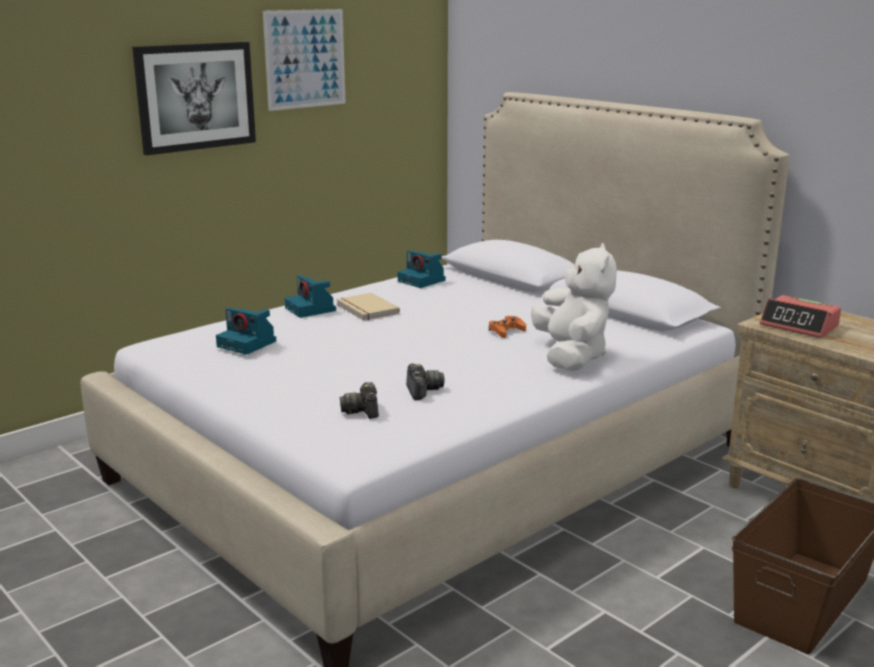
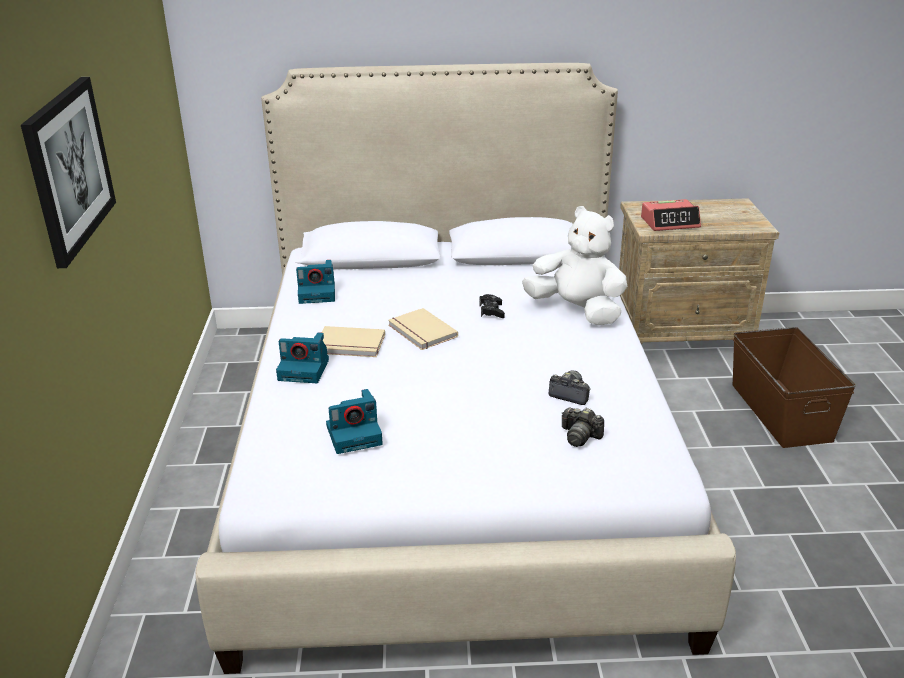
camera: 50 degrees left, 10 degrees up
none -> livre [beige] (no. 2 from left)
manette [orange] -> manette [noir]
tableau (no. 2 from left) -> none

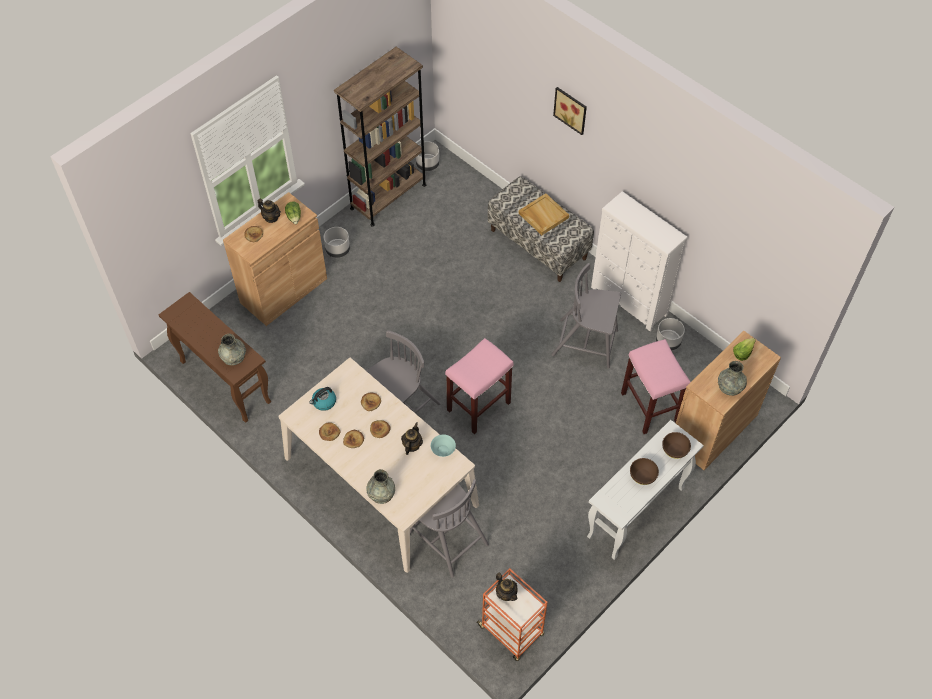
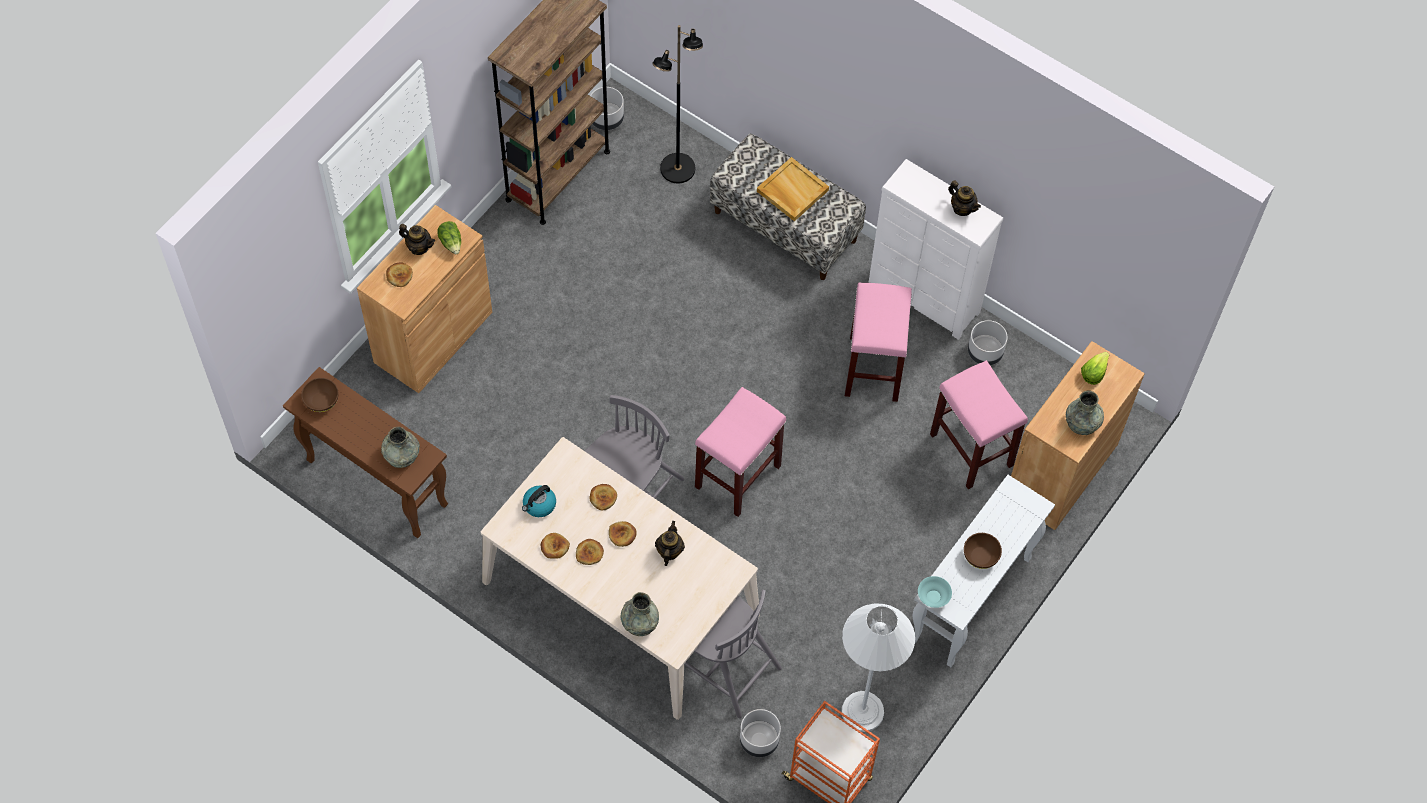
camera: 10 degrees left, 5 degrees up
bol [marron] (no. 2 from left in the first image) -> bol [marron] (no. 1 from left), relocated
none -> lampadaire [noir]
cache-pot [gris] (no. 1 from left in the first image) -> cache-pot [gris] (no. 2 from left), relocated
none -> lampadaire [blanc]
chaise [gris] (no. 3 from left) -> tabouret [rose] (no. 2 from left)
bol [turquoise], relocated
théière (no. 3 from left), relocated
tableau -> none

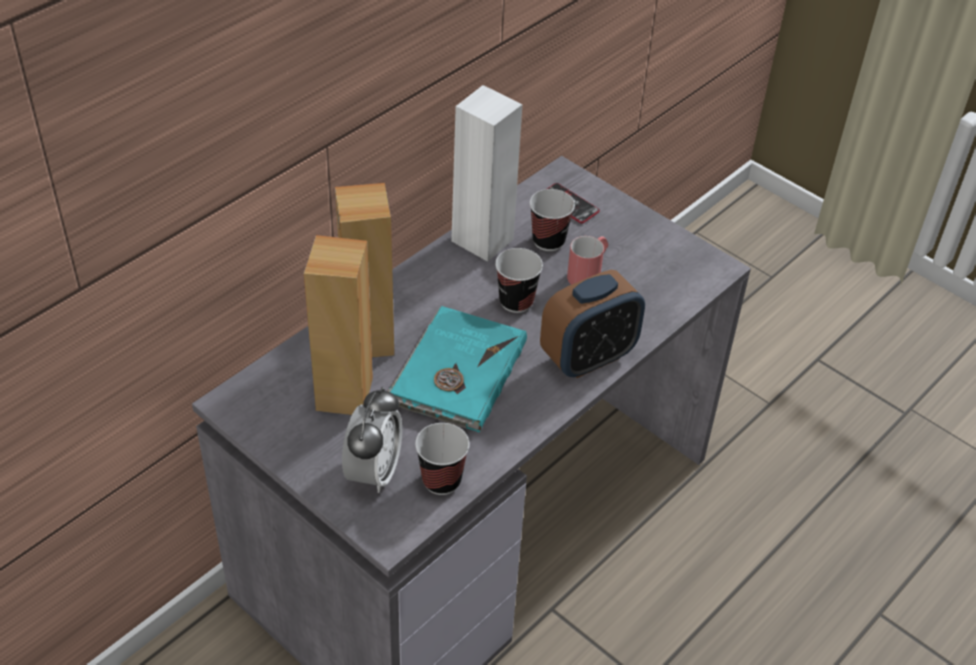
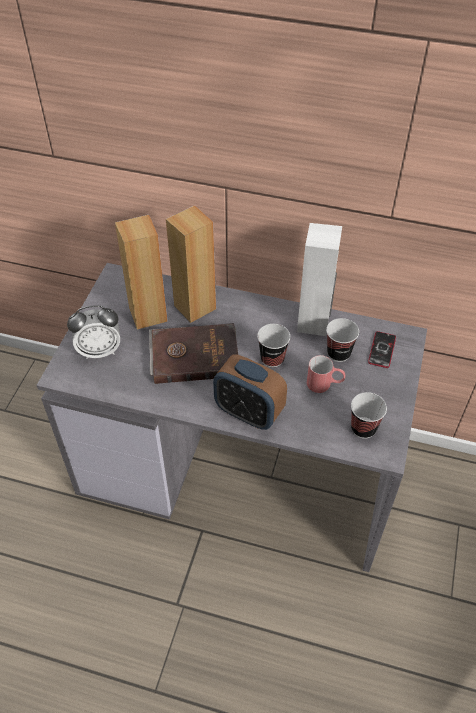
camera: 65 degrees right, 5 degrees up
livre [turquoise] -> livre [marron]
tasse (no. 1 from left in the first image) -> tasse (no. 3 from left), relocated

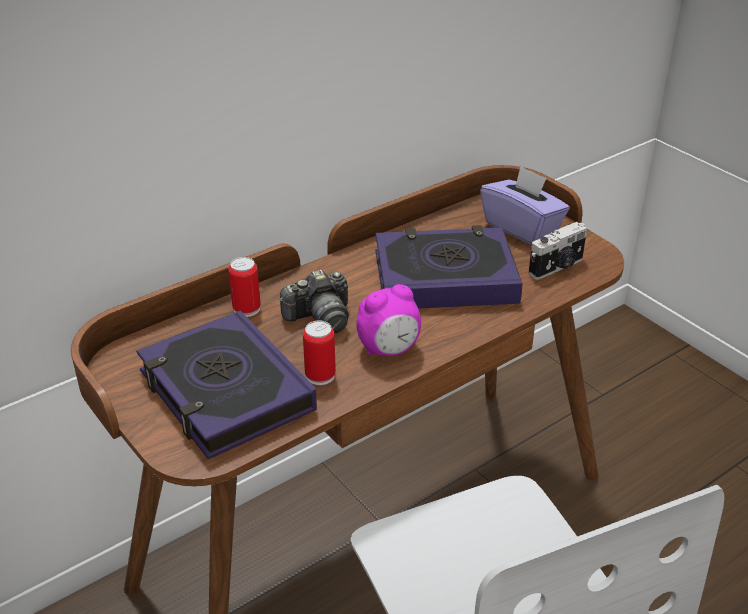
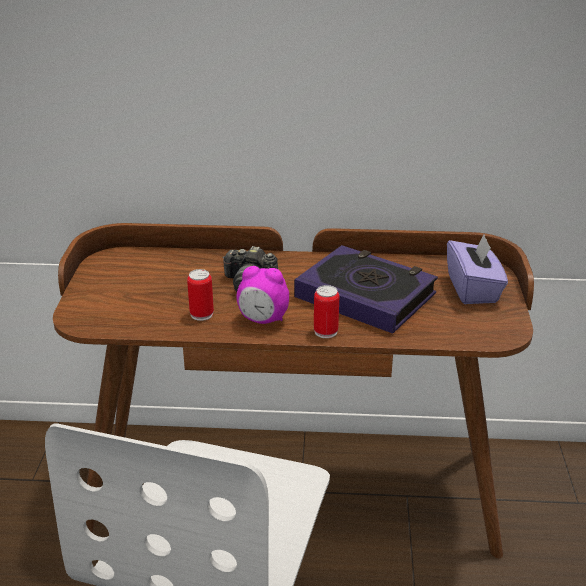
camera: 40 degrees right, 5 degrees down
boîte métallique (no. 1 from left in the first image) -> boîte métallique (no. 2 from left), relocated
livre (no. 1 from left) -> none
appareil photo (no. 2 from left) -> none

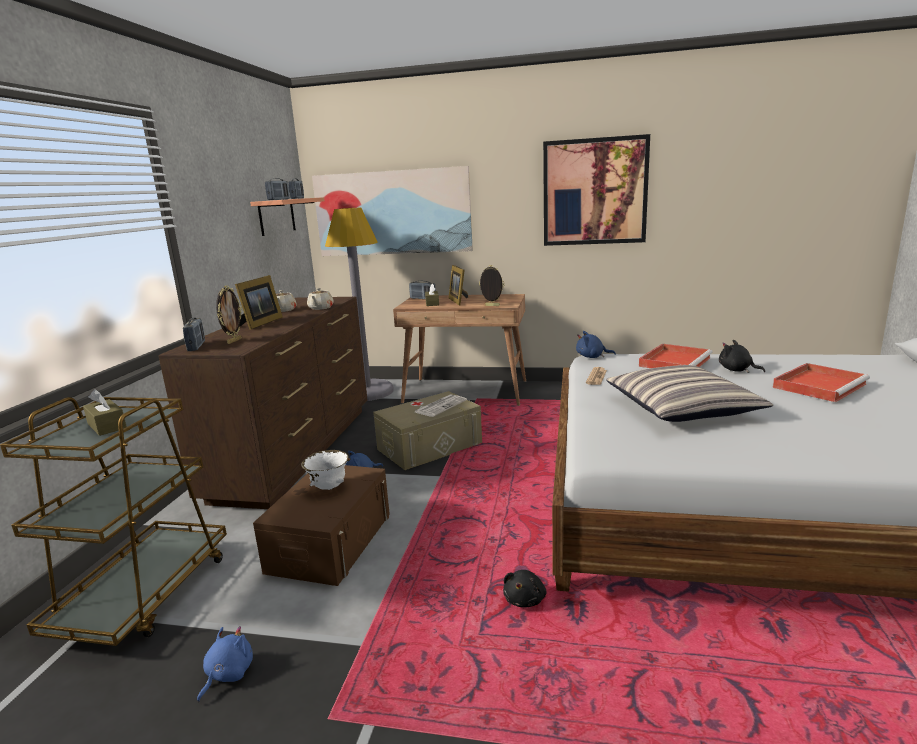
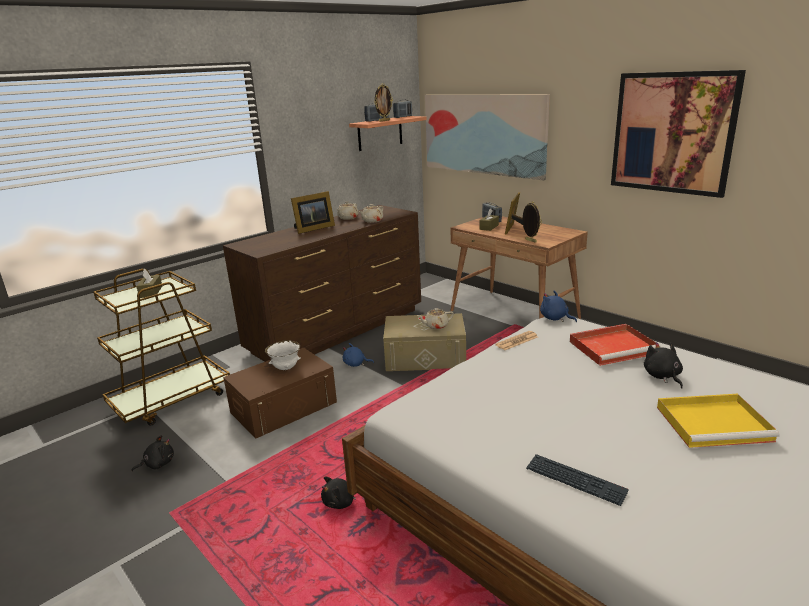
camera: 35 degrees right, 5 degrees up
peluche [bleu] (no. 1 from left) -> peluche [noir] (no. 1 from left)
cadre photo (no. 1 from left in the first image) -> cadre photo (no. 2 from left), relocated
journal (no. 1 from left) -> théière [beige] (no. 3 from left)
none -> clavier
plateau [rouge] (no. 2 from left) -> plateau [jaune]
radio (no. 1 from left) -> none
lampadaire [gris] -> none
coussin -> none

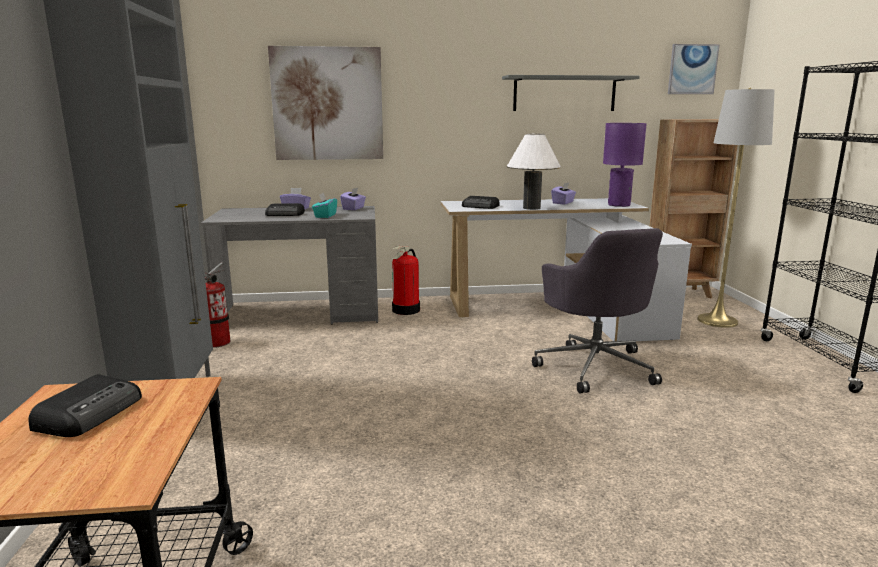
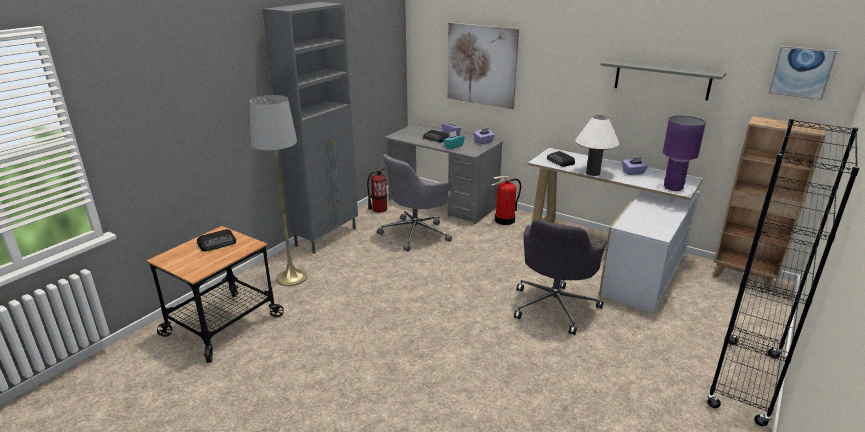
camera: 40 degrees right, 10 degrees up
lampadaire [gris], relocated
none -> chaise de bureau [gris] (no. 1 from left)

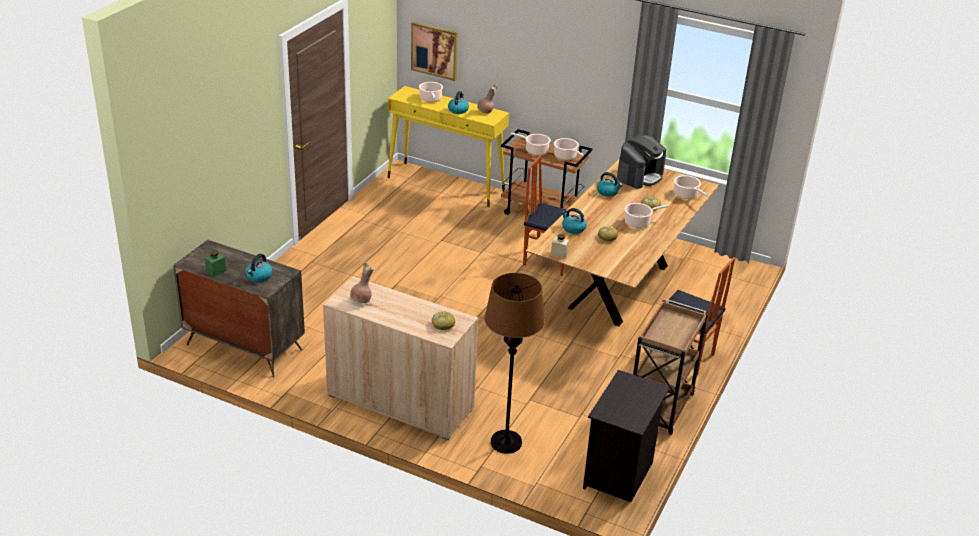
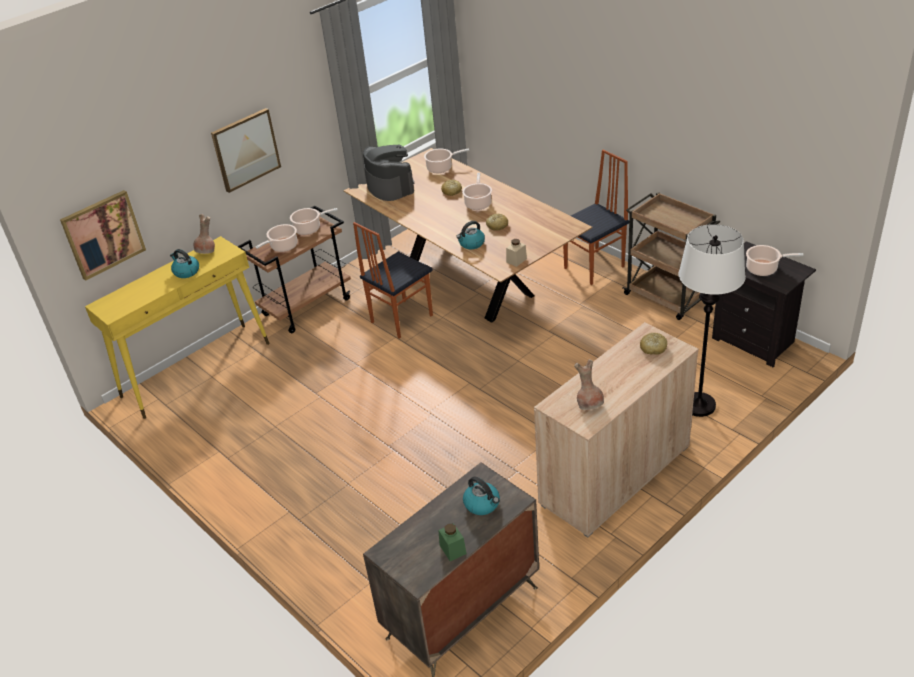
camera: 65 degrees left, 5 degrees up
none -> tableau (no. 2 from left)
lampadaire [marron] -> lampadaire [blanc]
marmite (no. 1 from left in the first image) -> marmite (no. 5 from left), relocated
bouilloire (no. 4 from left) -> none

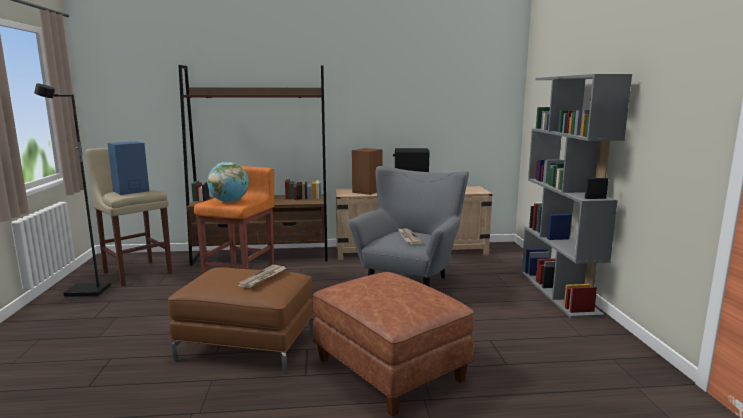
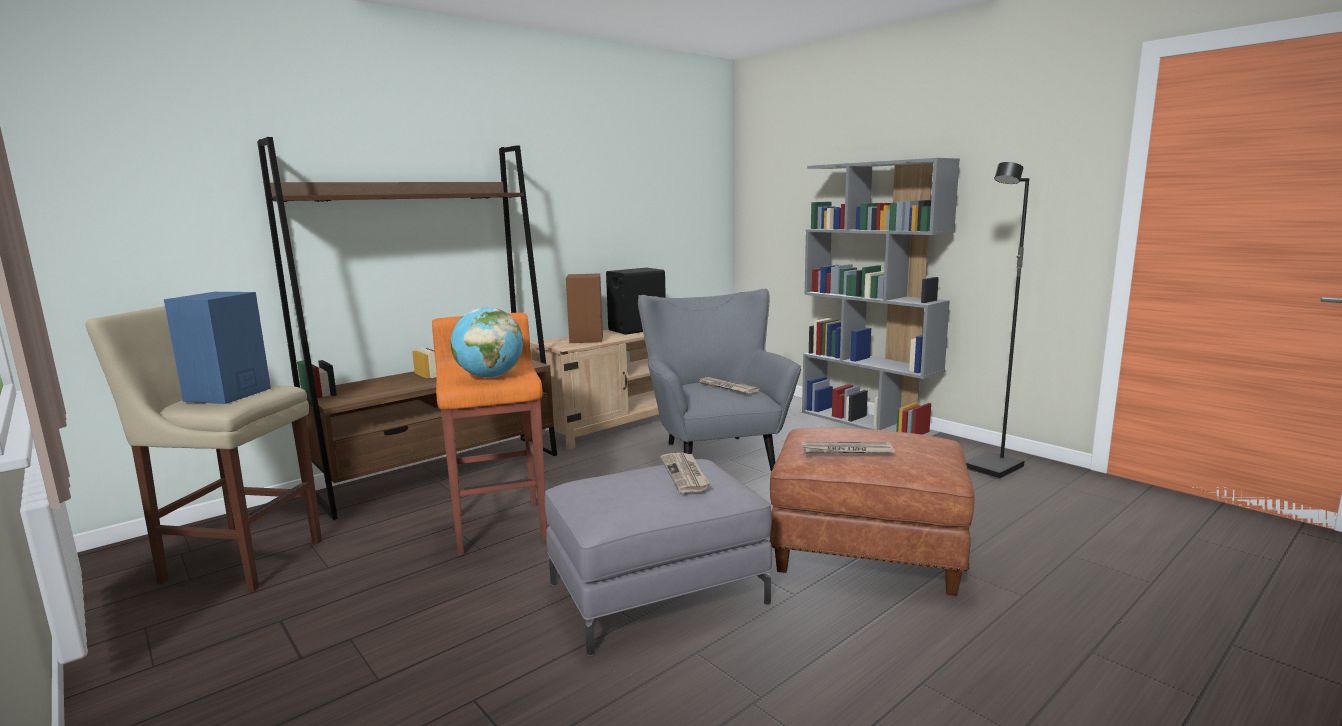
camera: 35 degrees left, 0 degrees up
pouf [marron] (no. 1 from left) -> pouf [gris]
none -> journal (no. 3 from left)
lampadaire [noir], relocated

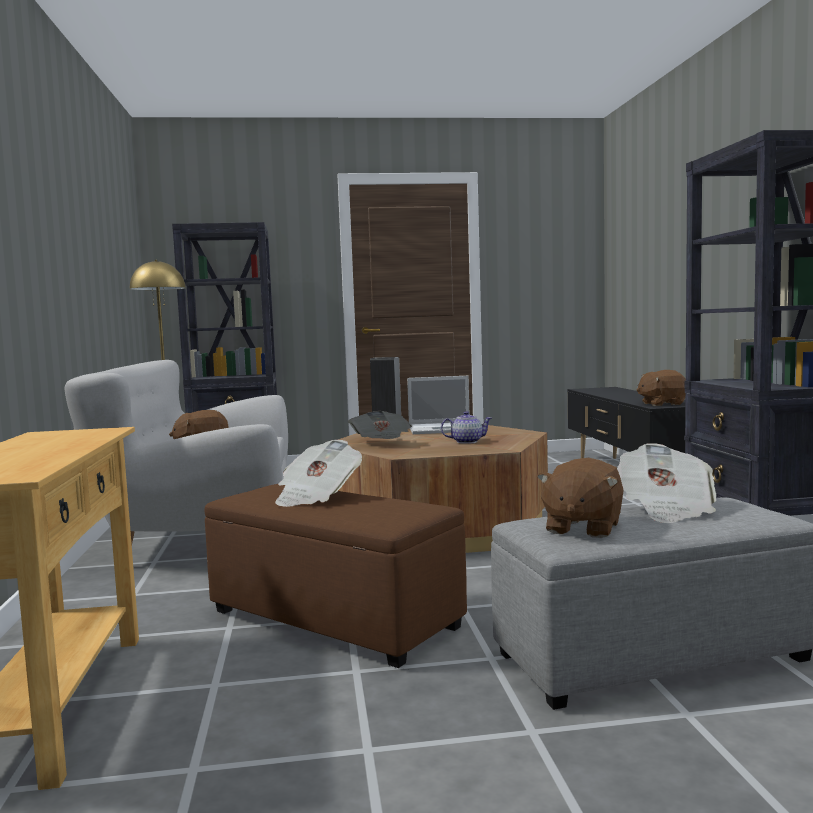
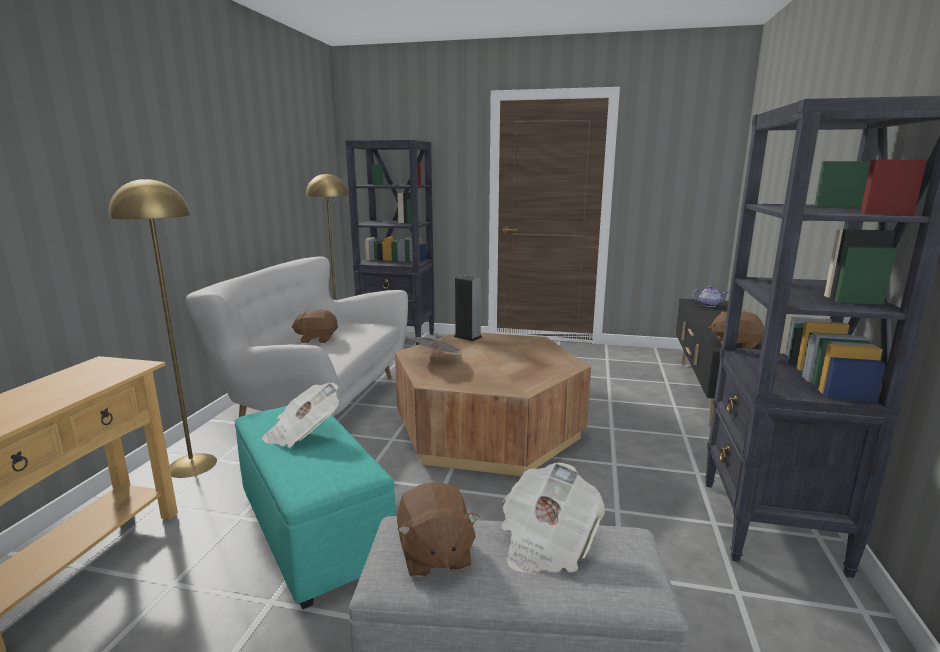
camera: 20 degrees right, 10 degrees up
none -> lampadaire [jaune] (no. 1 from left)
pouf [marron] -> pouf [turquoise]
peluche [marron] (no. 2 from left), 60 degrees counterclockwise
théière, relocated
ordinateur portable -> none

